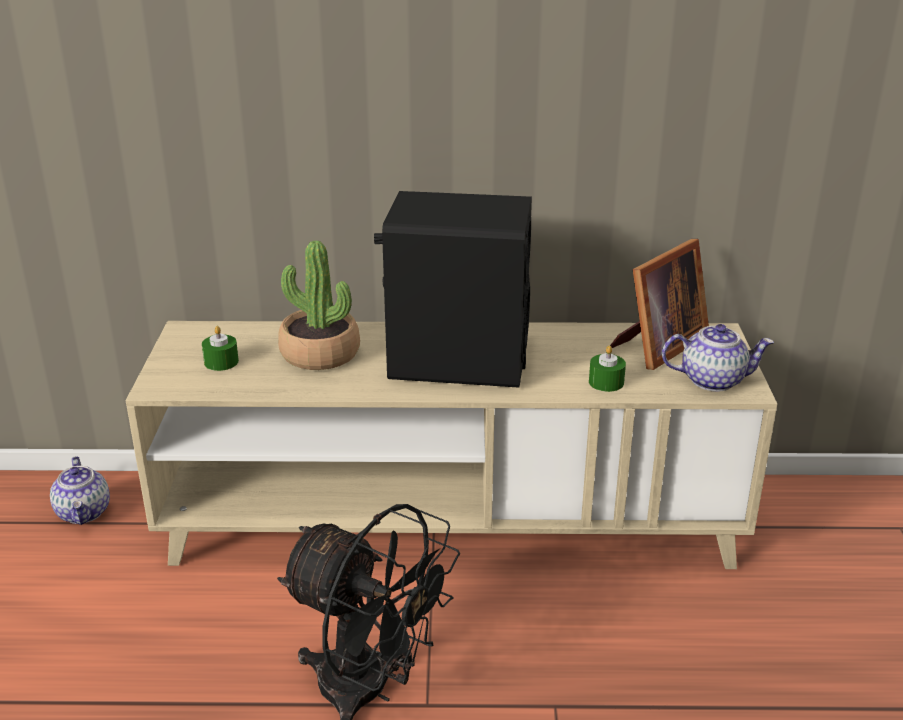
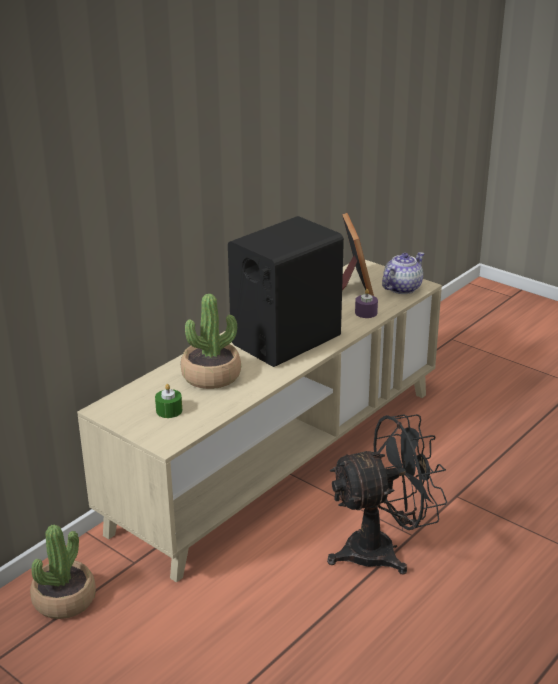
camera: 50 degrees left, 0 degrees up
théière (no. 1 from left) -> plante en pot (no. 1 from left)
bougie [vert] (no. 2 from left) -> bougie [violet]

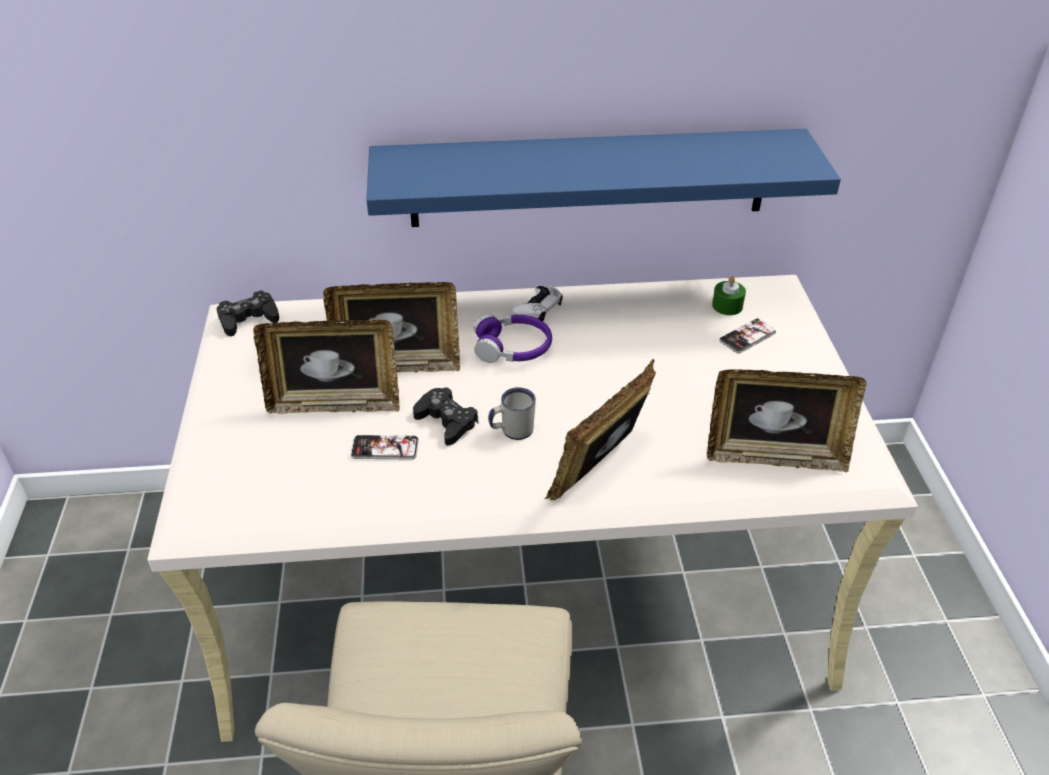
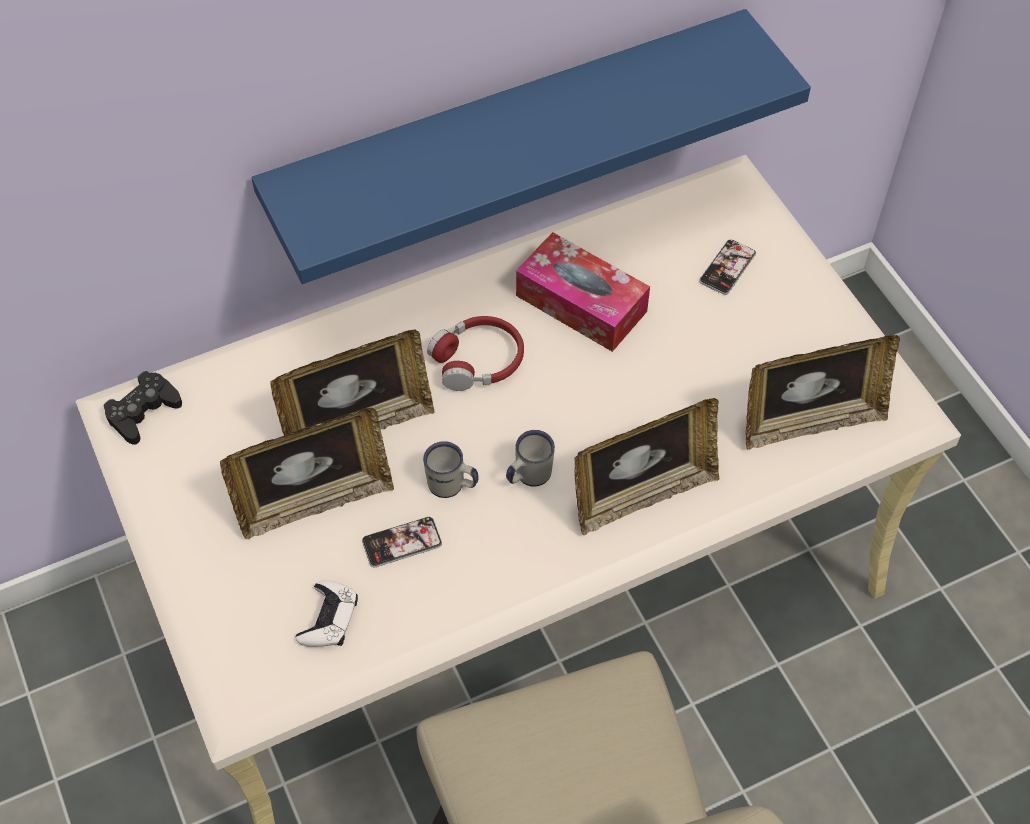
camera: 20 degrees left, 15 degrees up
manette [blanc], relocated
manette [noir] (no. 2 from left) -> mug [blanc] (no. 1 from left)
casque audio [violet] -> casque audio [rouge]
none -> boîte à mouchoirs
cadre photo (no. 3 from left), 135 degrees counterclockwise
bougie [vert] -> none

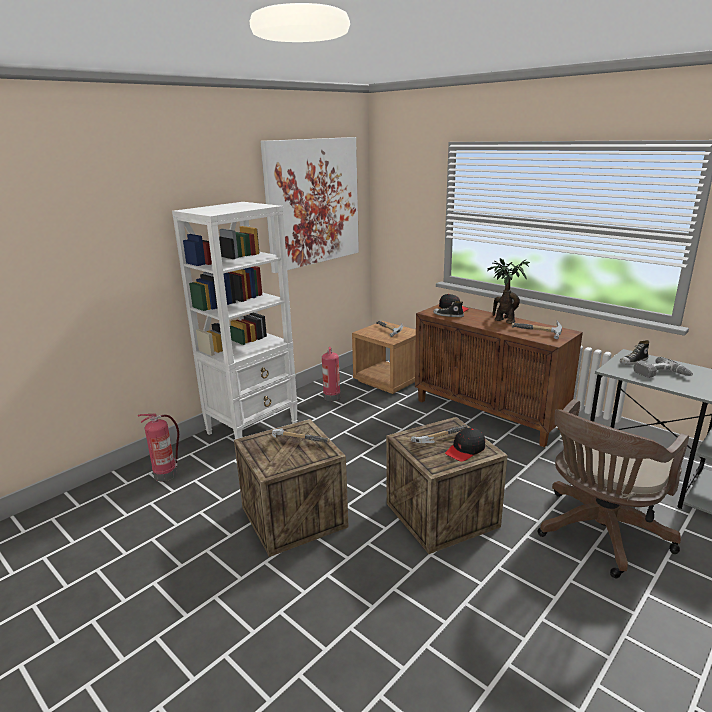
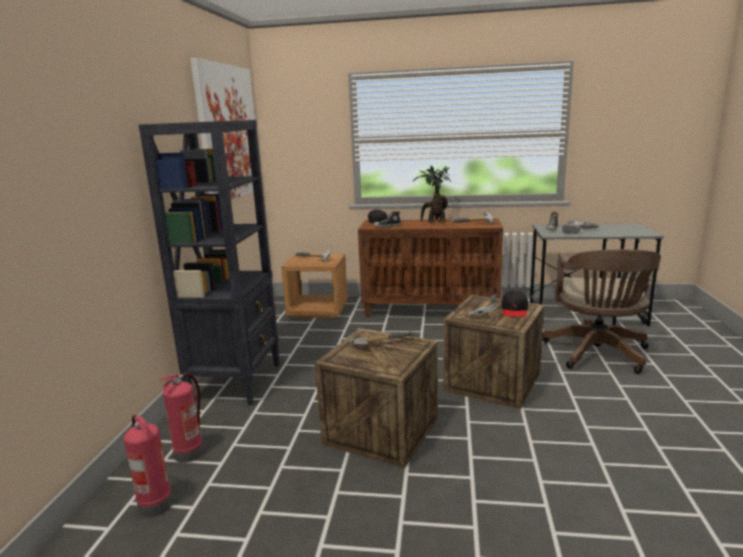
camera: 35 degrees left, 5 degrees down
extincteur (no. 2 from left in the first image) -> extincteur (no. 1 from left), relocated
bibliothèque [blanc] -> bibliothèque [noir]

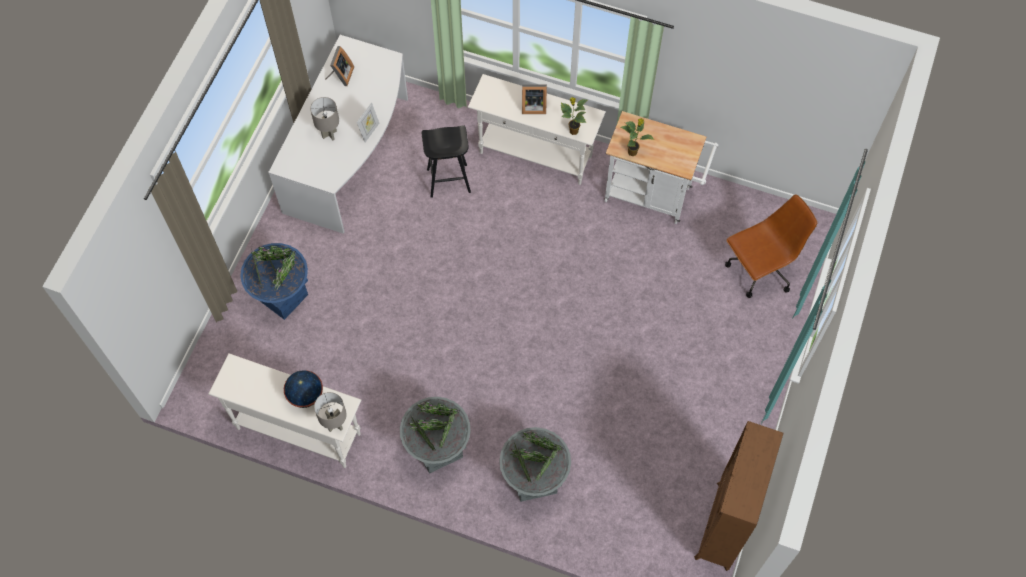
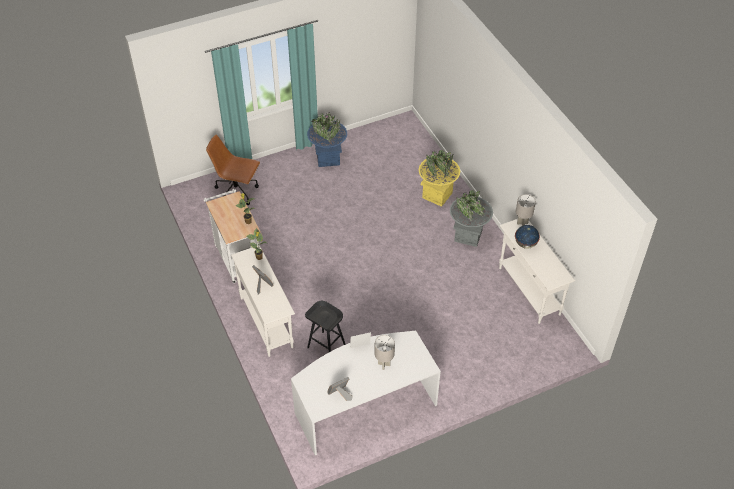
camera: 135 degrees left, 15 degrees down
cache-pot [bleu], relocated
cache-pot [gris] (no. 2 from left) -> cache-pot [jaune]
bibliothèque [marron] -> none

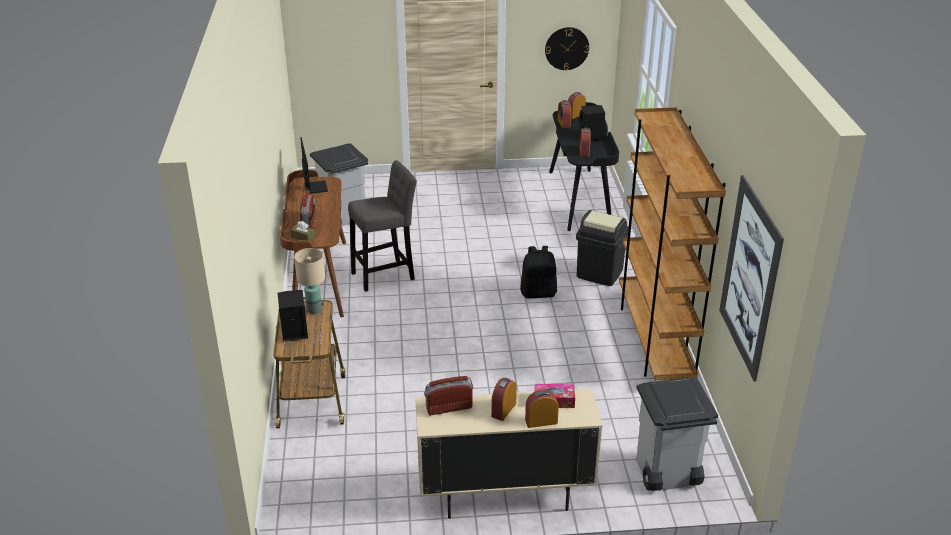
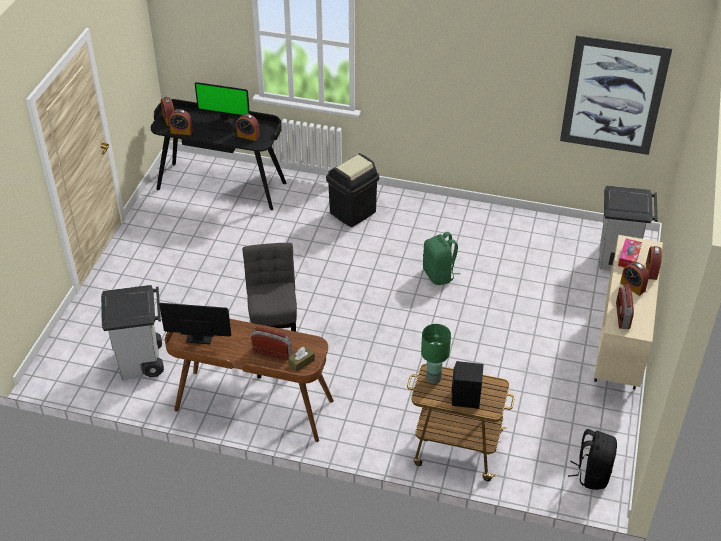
camera: 70 degrees left, 10 degrees up
enceinte [noir] (no. 2 from left) -> écran d'ordinateur (no. 2 from left)
lampe de table [beige] -> lampe de table [vert]
none -> sac à dos [vert]
sac à dos [noir], relocated
horloge murale -> none
bibliothèque [marron] -> none

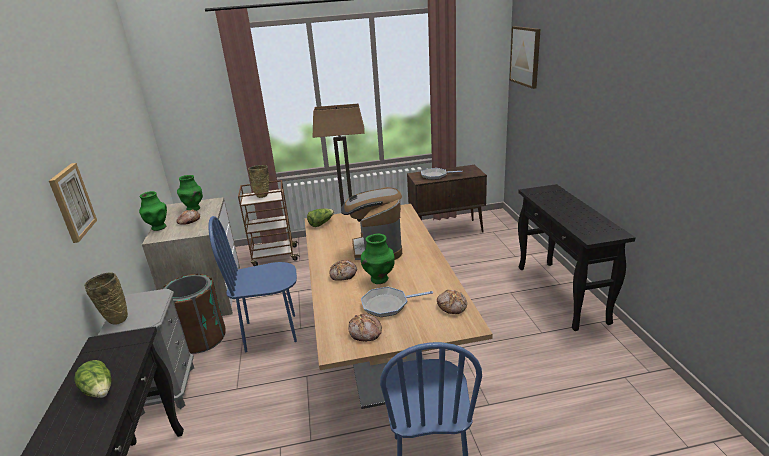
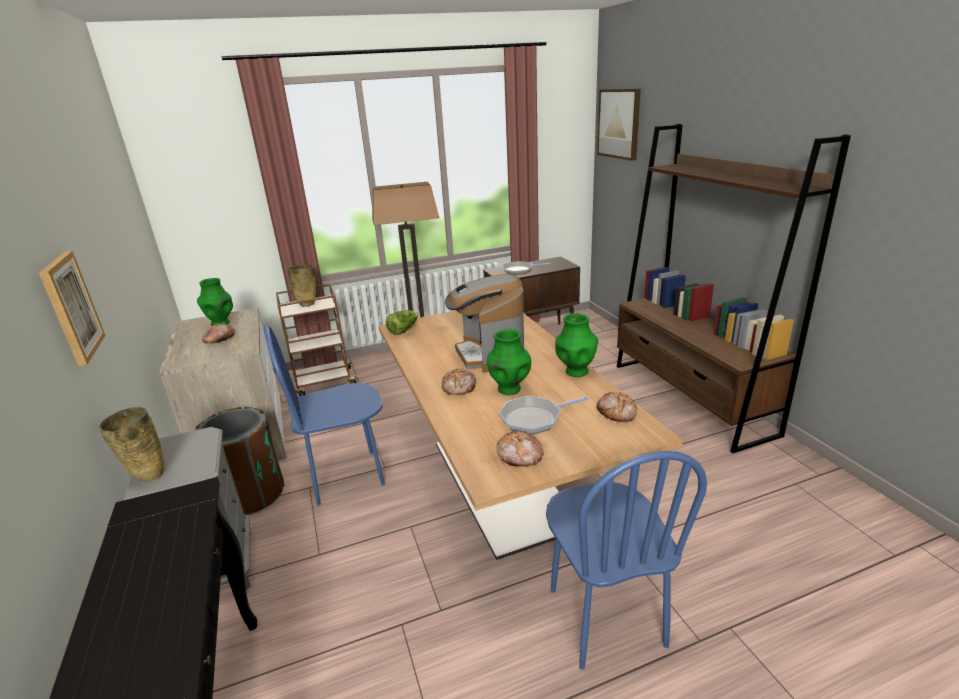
camera: 10 degrees left, 0 degrees up
vase [vert] (no. 1 from left in the first image) -> vase [vert] (no. 3 from left), relocated
table console [noir] (no. 2 from left) -> bibliothèque [marron]
laitue (no. 1 from left) -> none

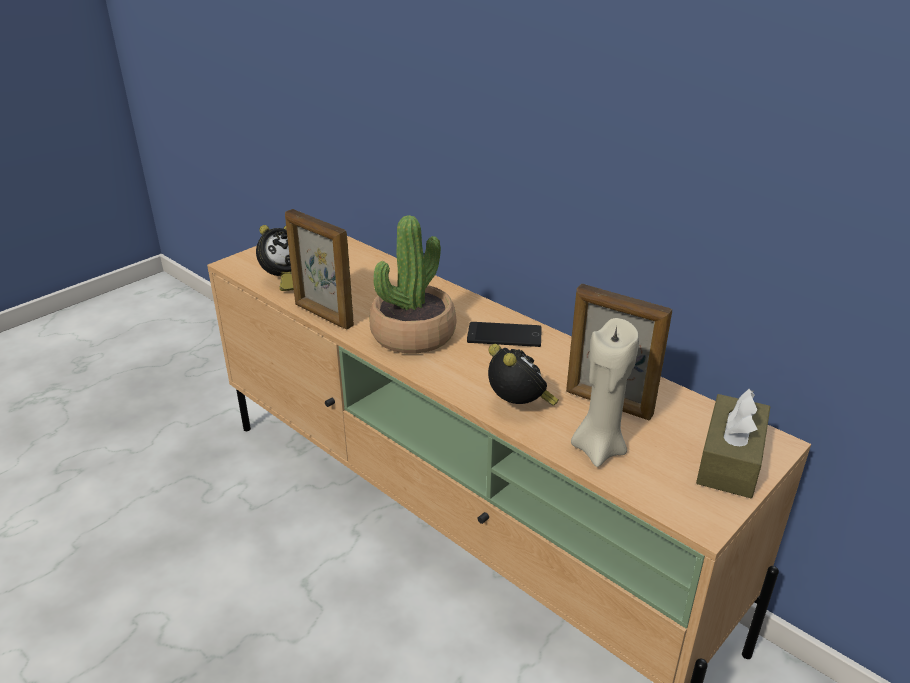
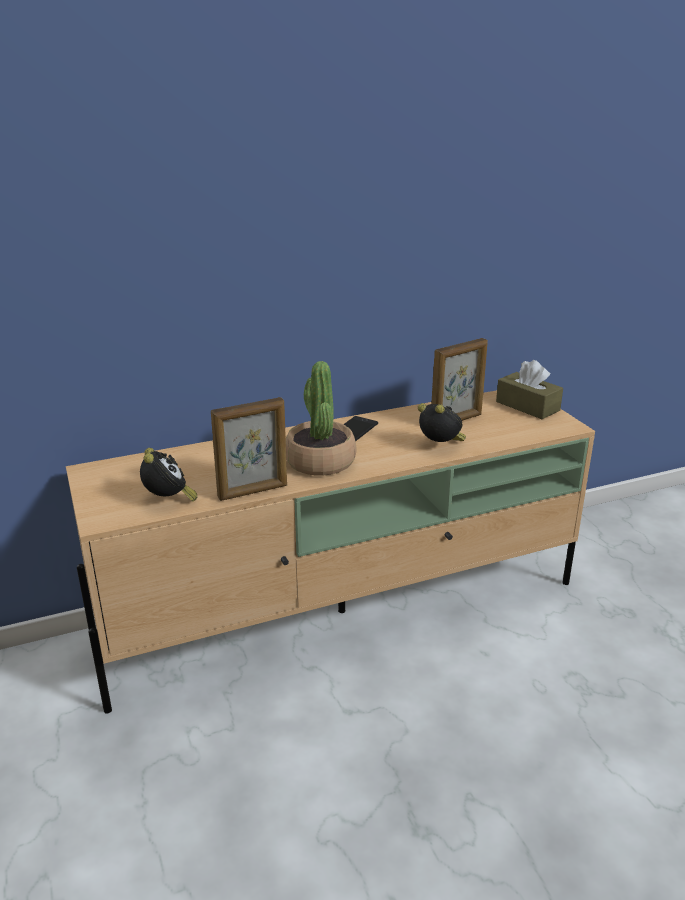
camera: 65 degrees left, 5 degrees down
réveil (no. 2 from left), 45 degrees clockwise
bougie [beige] -> none

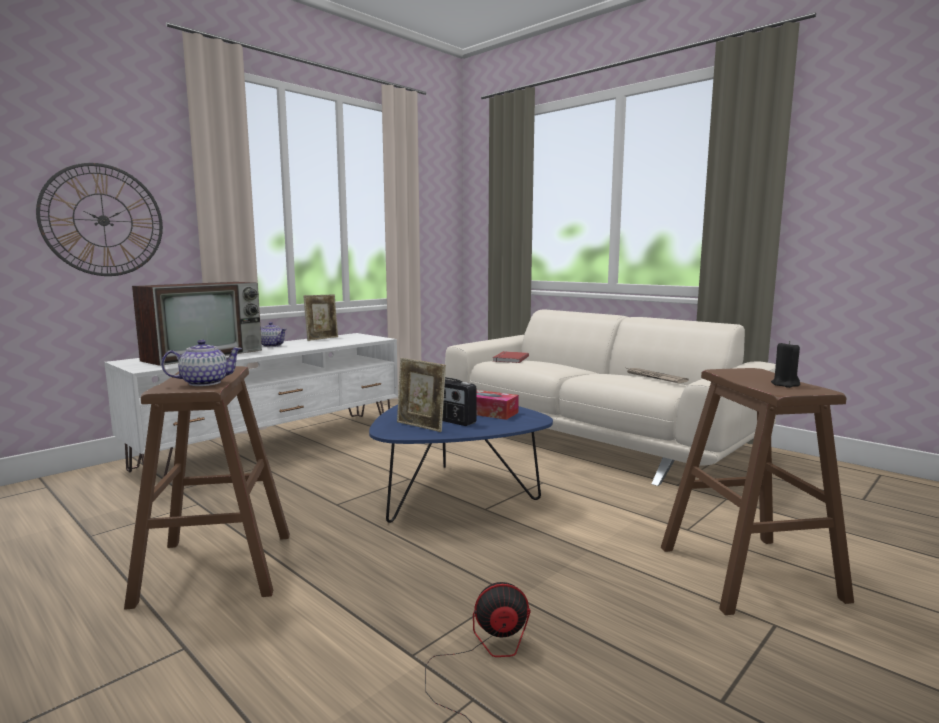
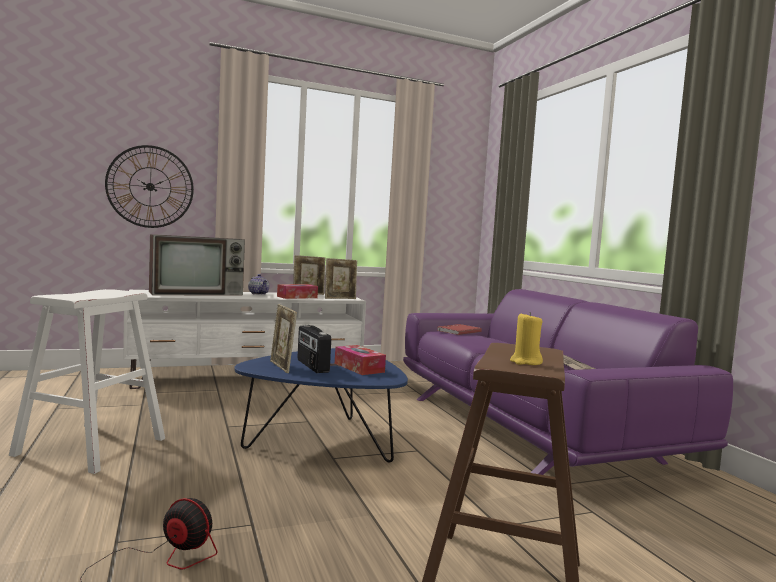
camera: 25 degrees right, 5 degrees down
tabouret [marron] (no. 1 from left) -> tabouret [blanc]
none -> boîte à mouchoirs (no. 1 from left)
none -> cadre photo (no. 3 from left)
canapé [beige] -> canapé [violet]
bougie [noir] -> bougie [jaune]
théière (no. 1 from left) -> none

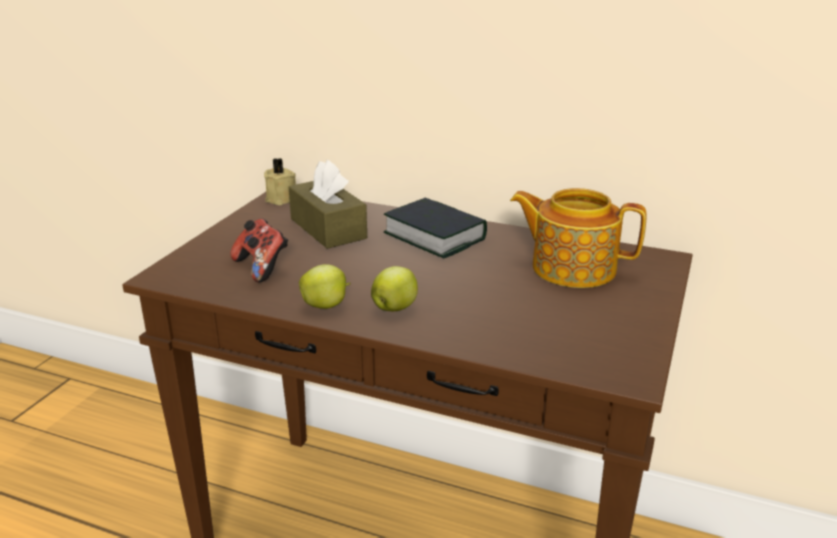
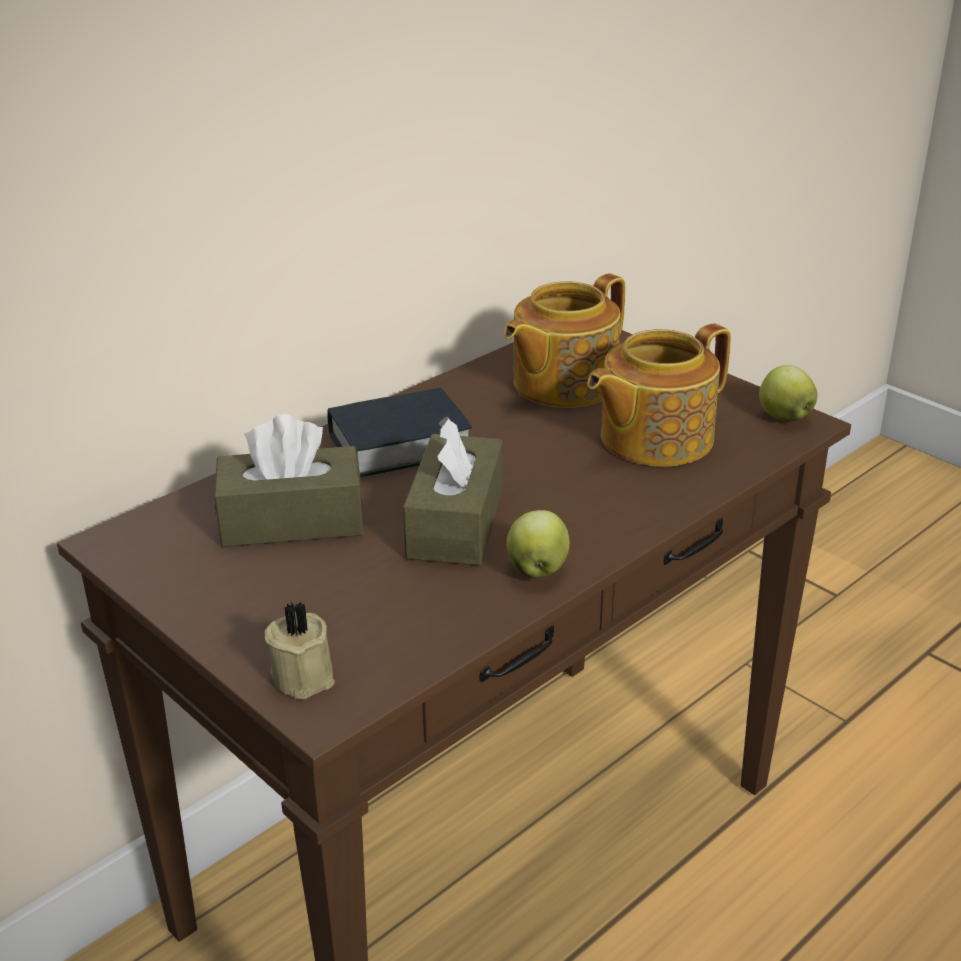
camera: 65 degrees left, 5 degrees up
bougie [beige], relocated
none -> boîte à mouchoirs [marron] (no. 2 from left)
none -> théière (no. 2 from left)
pomme (no. 2 from left), relocated
manette -> none

